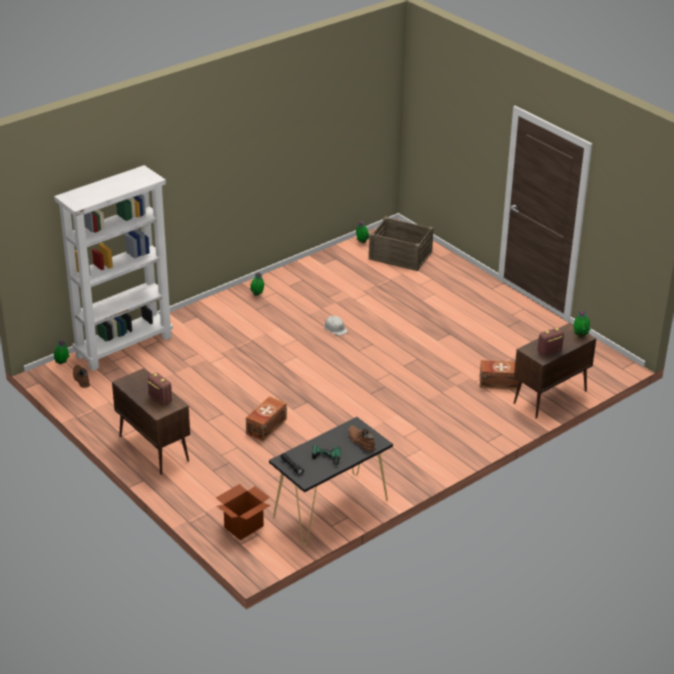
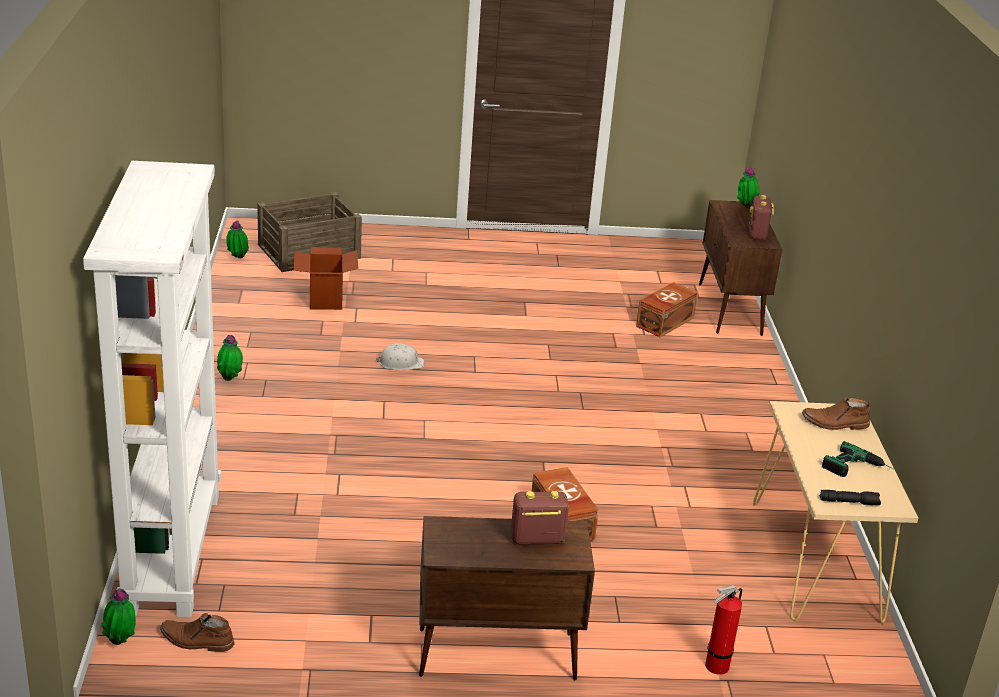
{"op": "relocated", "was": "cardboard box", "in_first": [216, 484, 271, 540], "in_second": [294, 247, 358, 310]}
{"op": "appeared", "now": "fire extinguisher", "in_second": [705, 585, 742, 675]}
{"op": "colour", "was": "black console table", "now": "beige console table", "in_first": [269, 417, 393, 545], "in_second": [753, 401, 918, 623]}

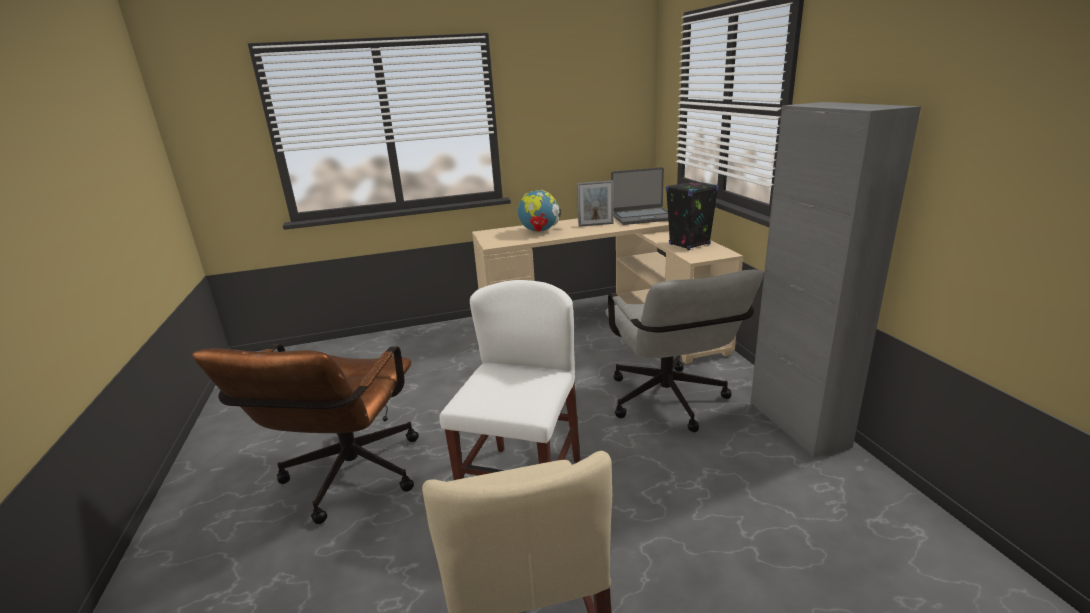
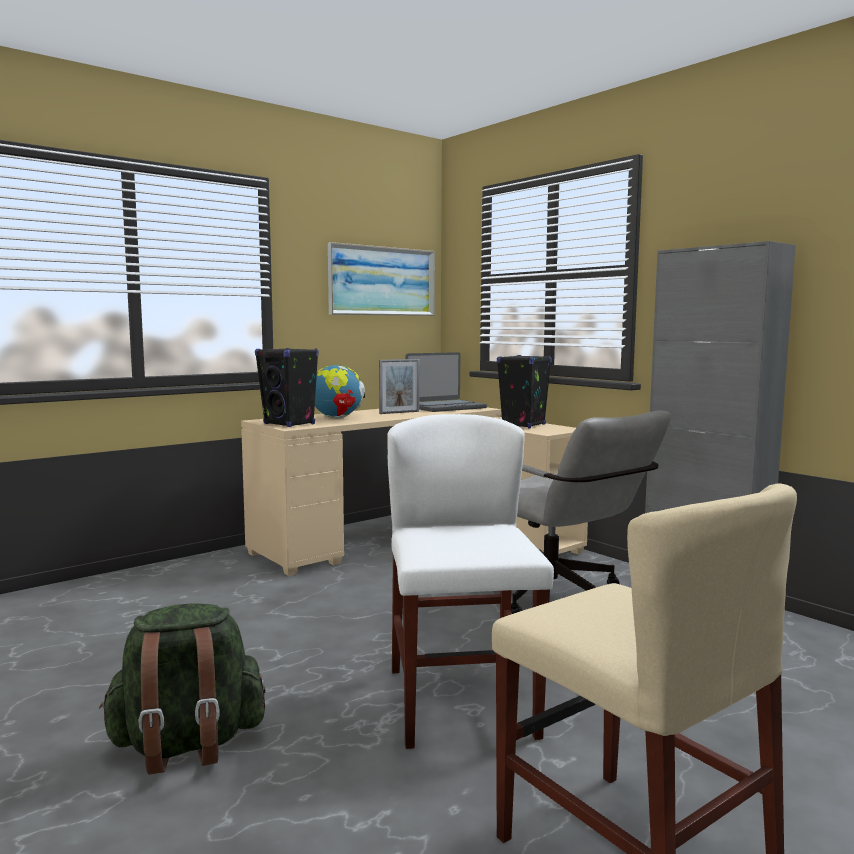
{"op": "exchanged", "was": "brown office chair", "now": "green backpack", "in_first": [192, 344, 419, 524], "in_second": [99, 603, 266, 775]}
{"op": "appeared", "now": "black speaker", "in_second": [255, 348, 319, 427]}
{"op": "appeared", "now": "picture", "in_second": [328, 242, 435, 316]}

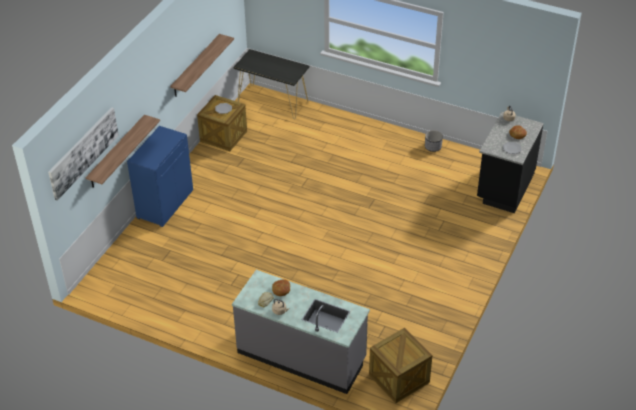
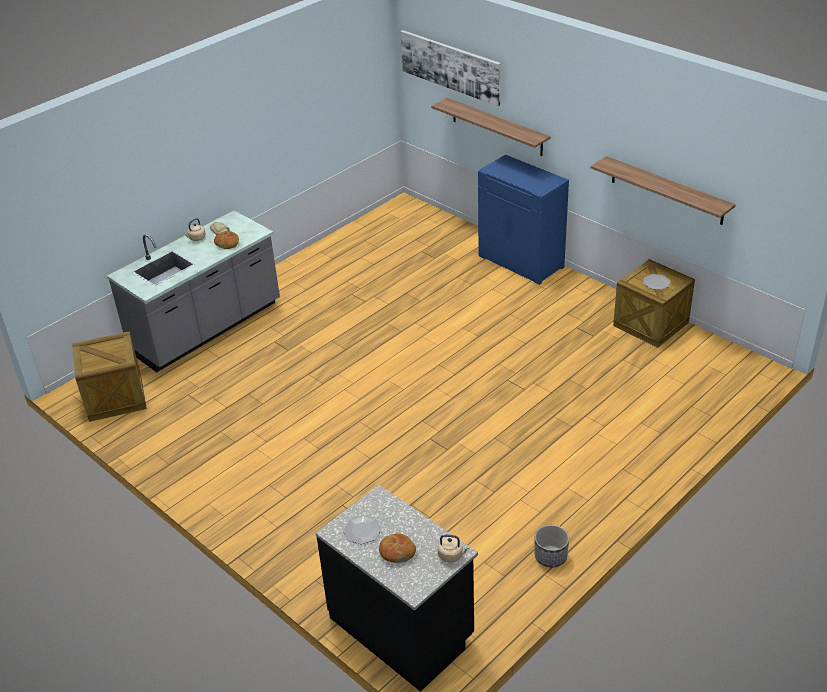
{"op": "missing", "was": "black console table", "in_first": [233, 49, 309, 119]}

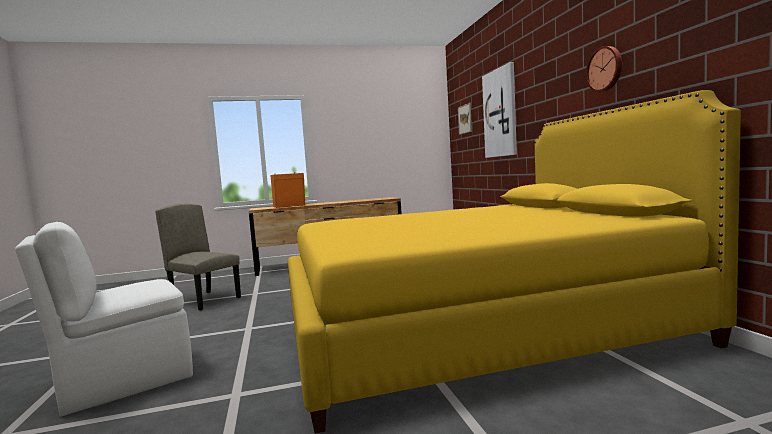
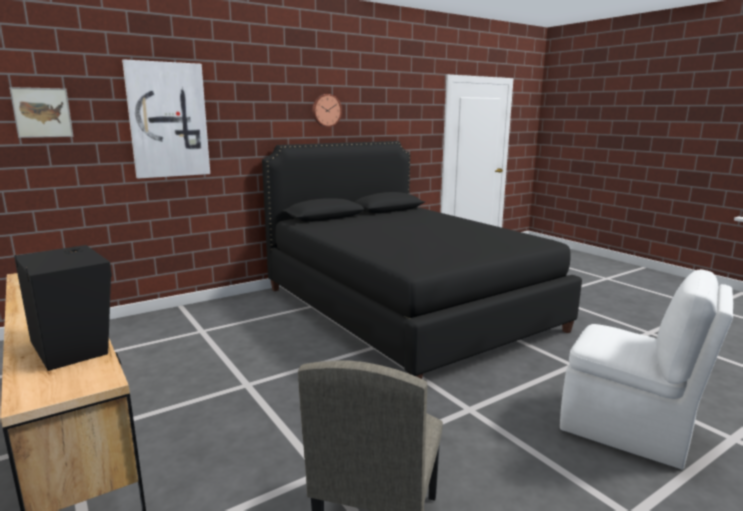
{"op": "colour", "was": "orange speaker", "now": "black speaker", "in_first": [270, 172, 305, 208], "in_second": [14, 245, 112, 371]}
{"op": "colour", "was": "yellow bed", "now": "black bed", "in_first": [288, 90, 741, 434], "in_second": [262, 141, 582, 379]}

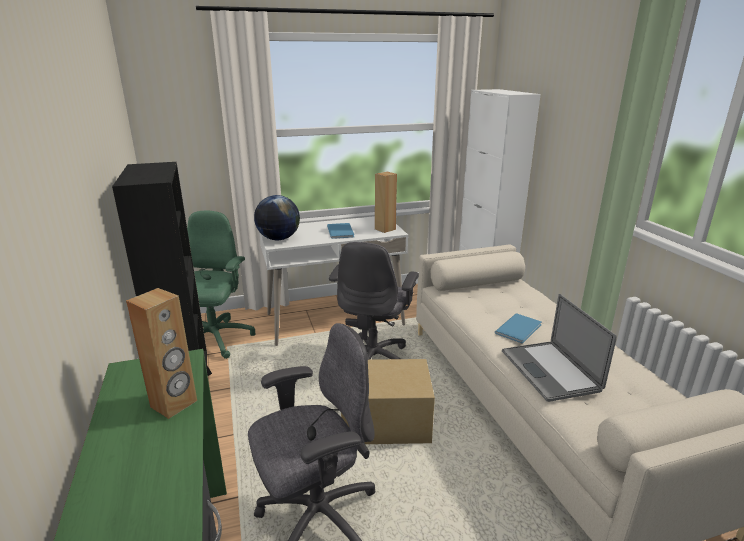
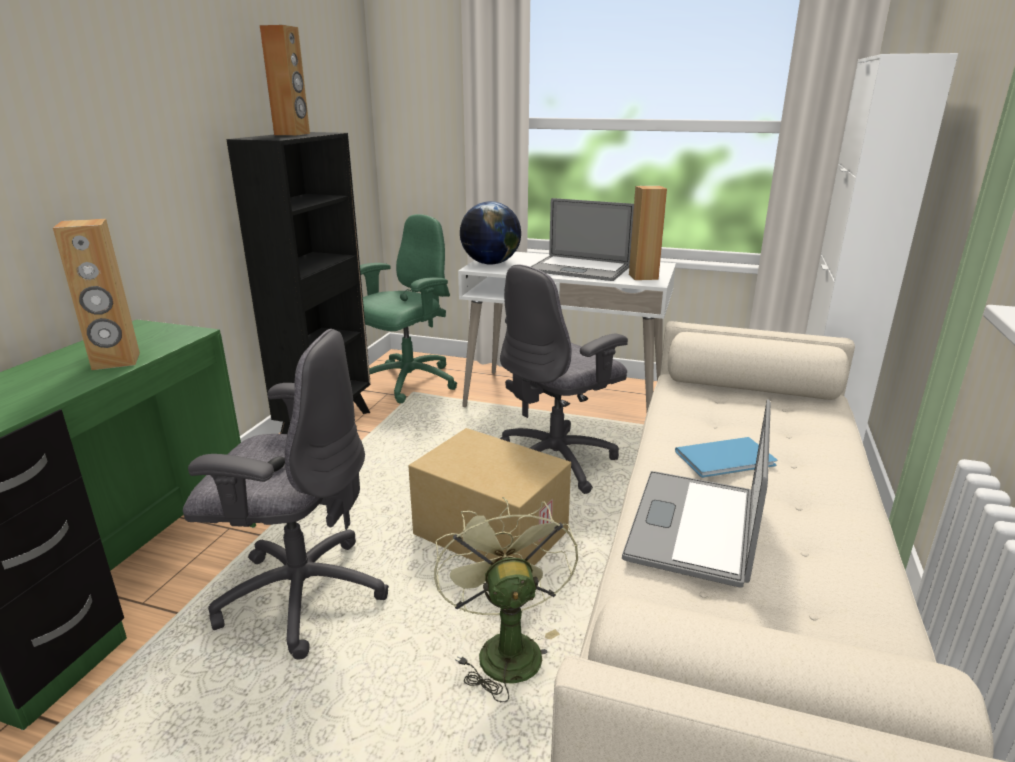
{"op": "appeared", "now": "brown speaker", "in_second": [260, 25, 310, 136]}
{"op": "appeared", "now": "green fan", "in_second": [434, 497, 578, 702]}
{"op": "exchanged", "was": "blue book", "now": "laptop", "in_first": [327, 223, 355, 239], "in_second": [531, 198, 634, 281]}

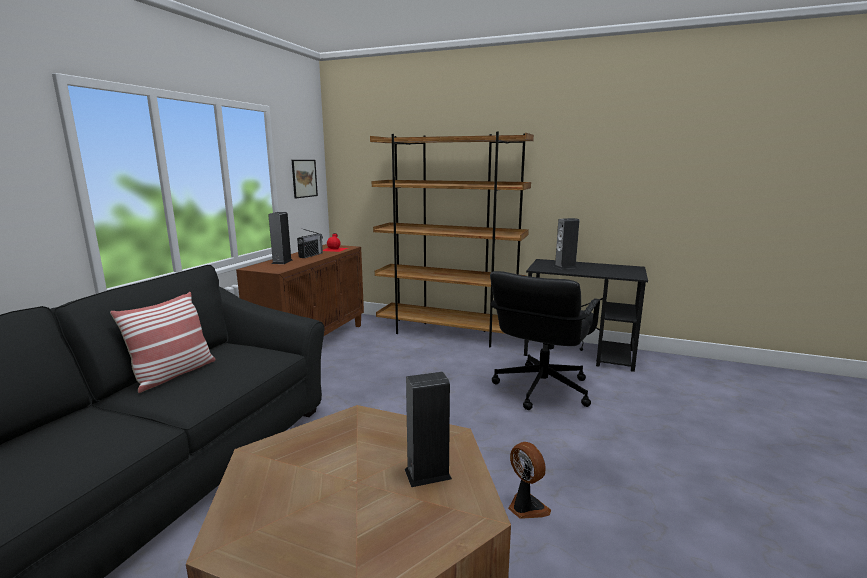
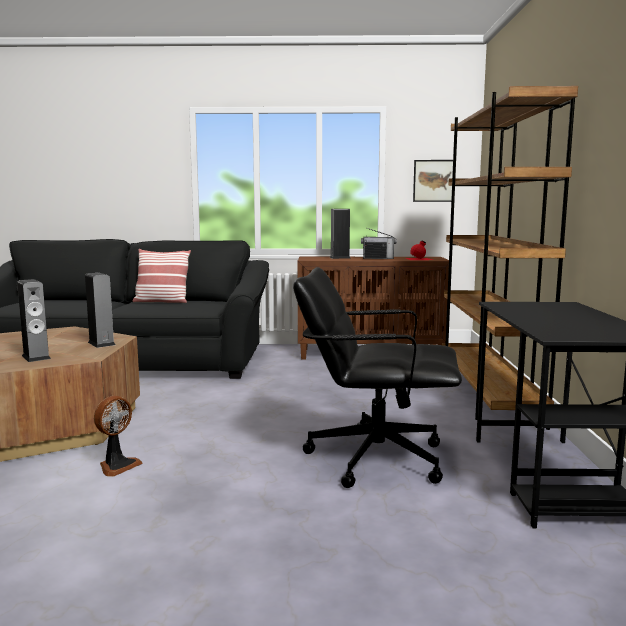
{"op": "relocated", "was": "speaker", "in_first": [554, 218, 579, 269], "in_second": [85, 273, 116, 348]}

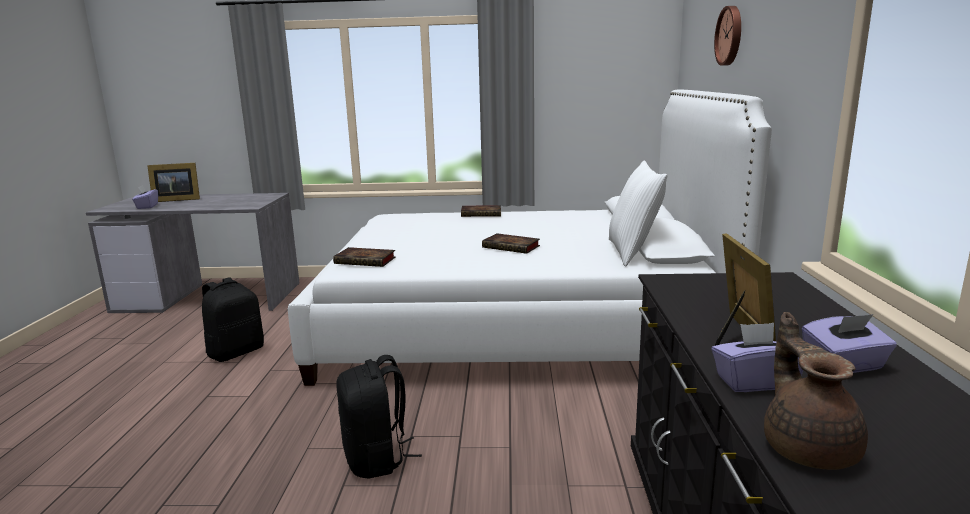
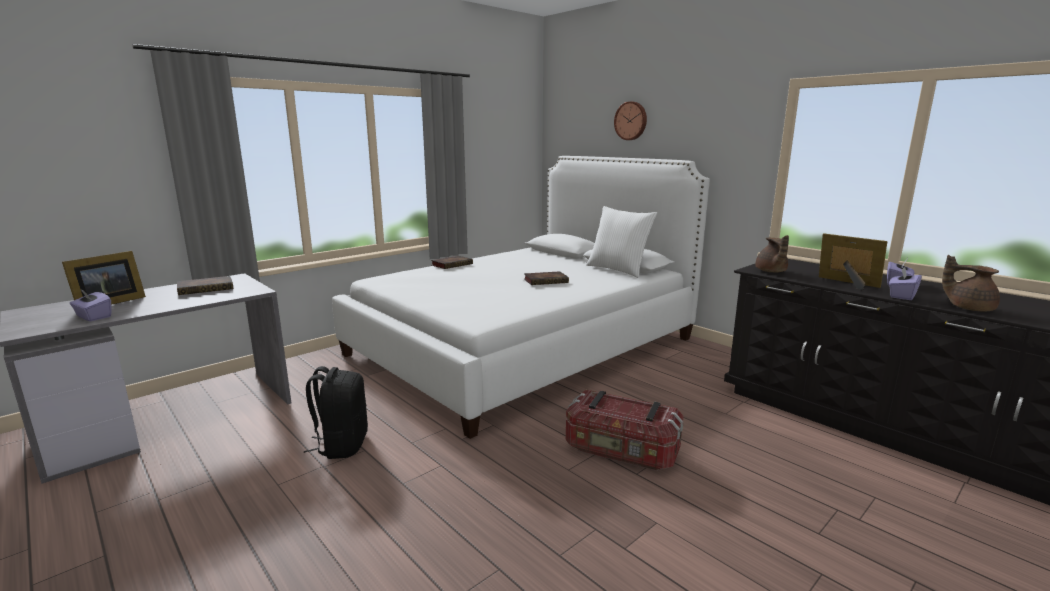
{"op": "relocated", "was": "book", "in_first": [333, 247, 395, 267], "in_second": [177, 276, 234, 295]}
{"op": "exchanged", "was": "black backpack", "now": "storage box", "in_first": [336, 355, 422, 478], "in_second": [566, 390, 683, 471]}
{"op": "appeared", "now": "brown teapot", "in_second": [755, 235, 789, 272]}

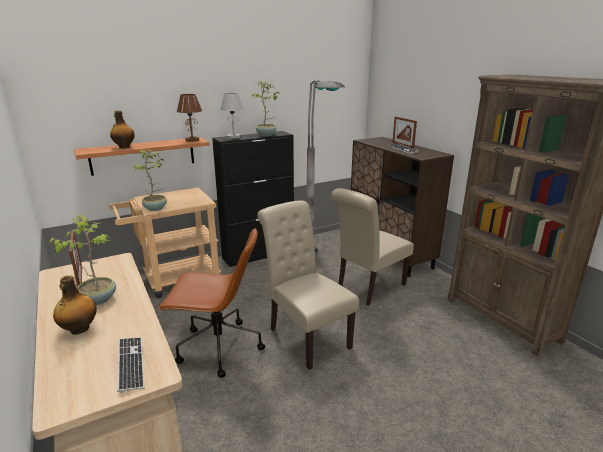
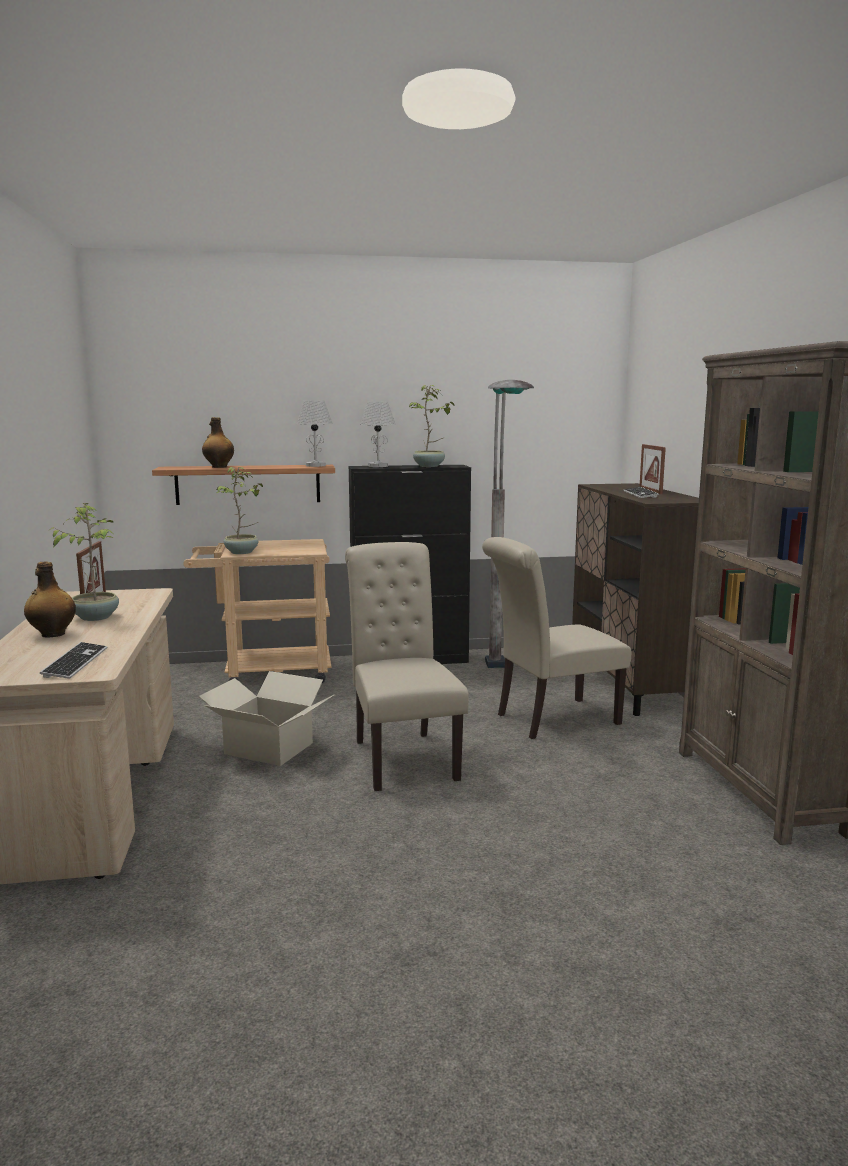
{"op": "exchanged", "was": "brown office chair", "now": "cardboard box", "in_first": [158, 228, 265, 378], "in_second": [199, 671, 334, 766]}
{"op": "colour", "was": "brown table lamp", "now": "white table lamp", "in_first": [177, 94, 202, 142], "in_second": [297, 400, 333, 467]}

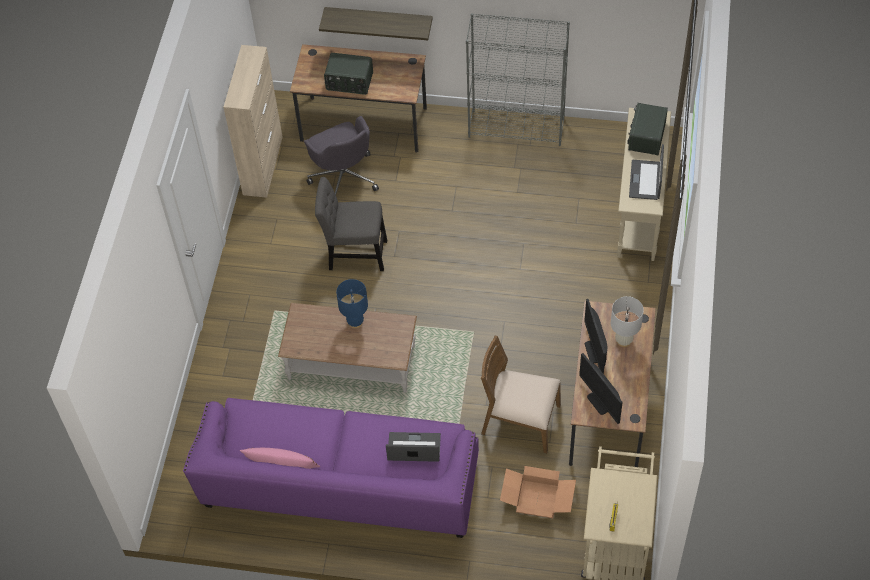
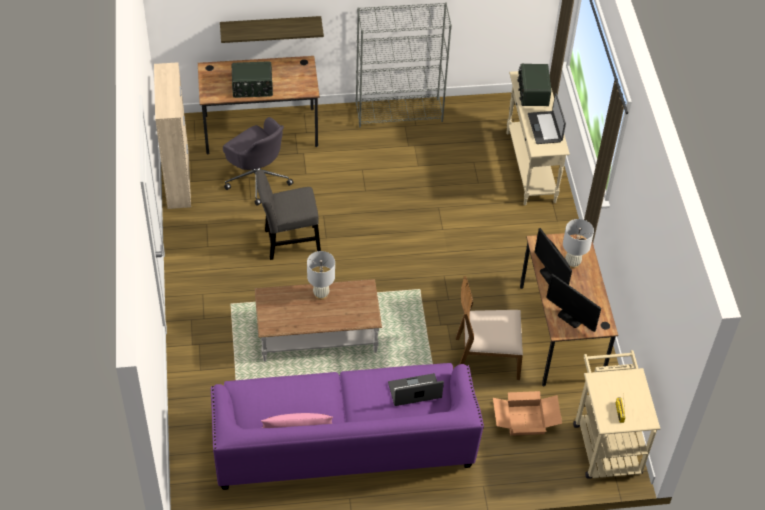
{"op": "colour", "was": "blue table lamp", "now": "white table lamp", "in_first": [336, 279, 368, 328], "in_second": [307, 251, 335, 300]}

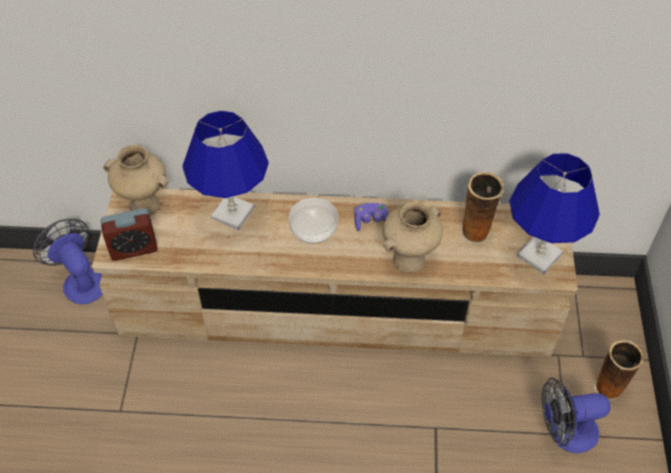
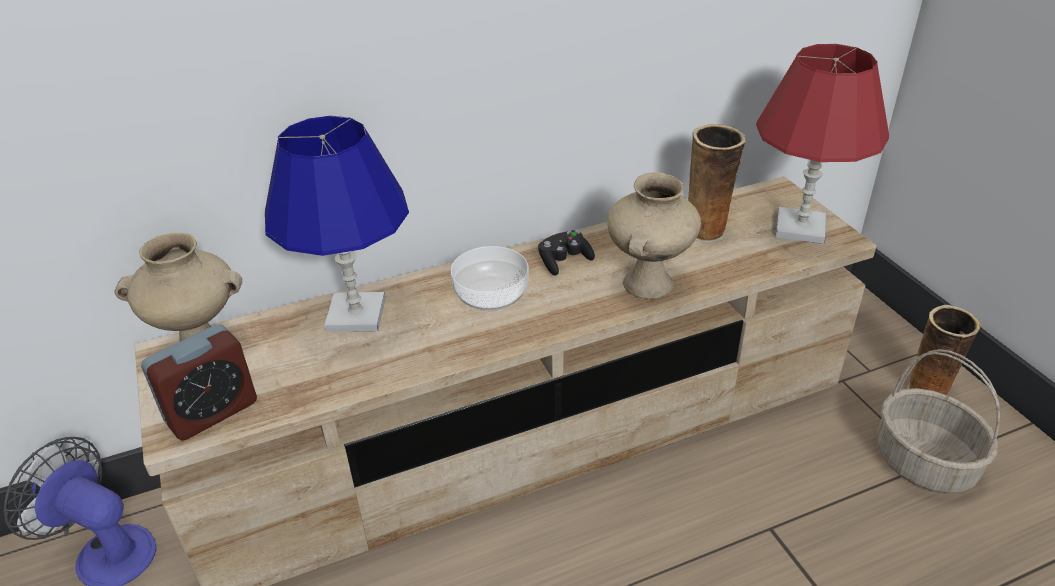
{"op": "colour", "was": "purple game controller", "now": "black game controller", "in_first": [354, 203, 389, 231], "in_second": [538, 230, 595, 276]}
{"op": "colour", "was": "blue table lamp", "now": "red table lamp", "in_first": [509, 153, 600, 274], "in_second": [756, 44, 889, 244]}
{"op": "exchanged", "was": "fan", "now": "basket", "in_first": [542, 377, 611, 453], "in_second": [877, 349, 1000, 494]}

